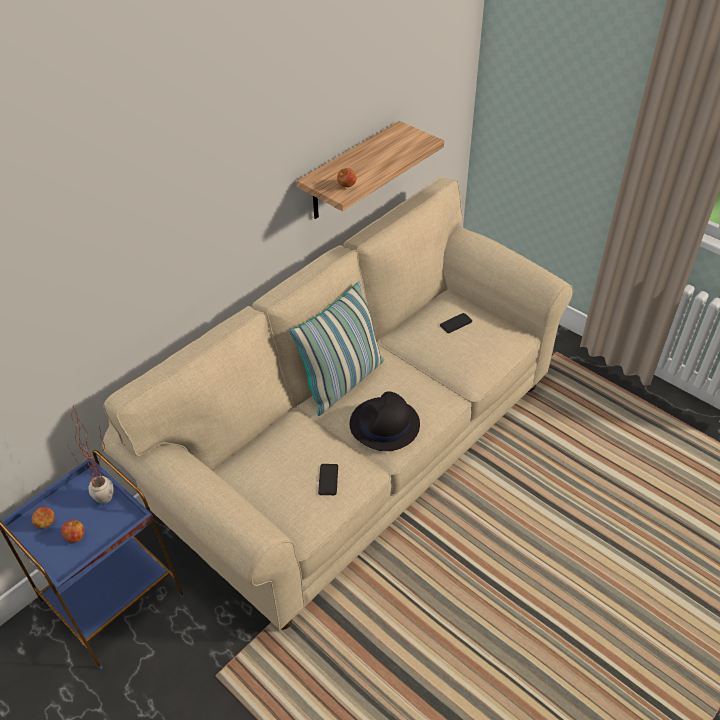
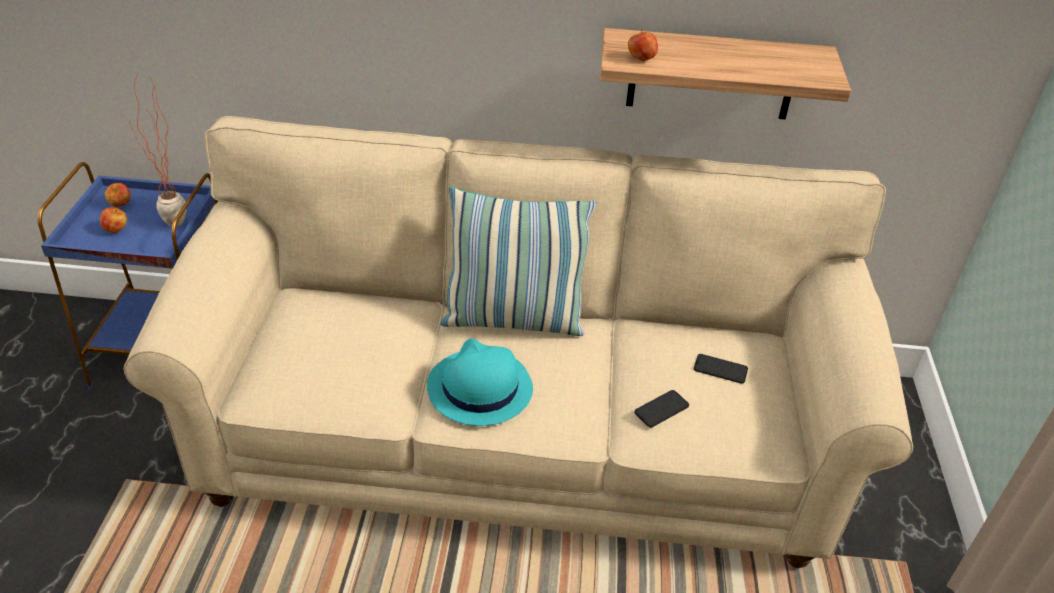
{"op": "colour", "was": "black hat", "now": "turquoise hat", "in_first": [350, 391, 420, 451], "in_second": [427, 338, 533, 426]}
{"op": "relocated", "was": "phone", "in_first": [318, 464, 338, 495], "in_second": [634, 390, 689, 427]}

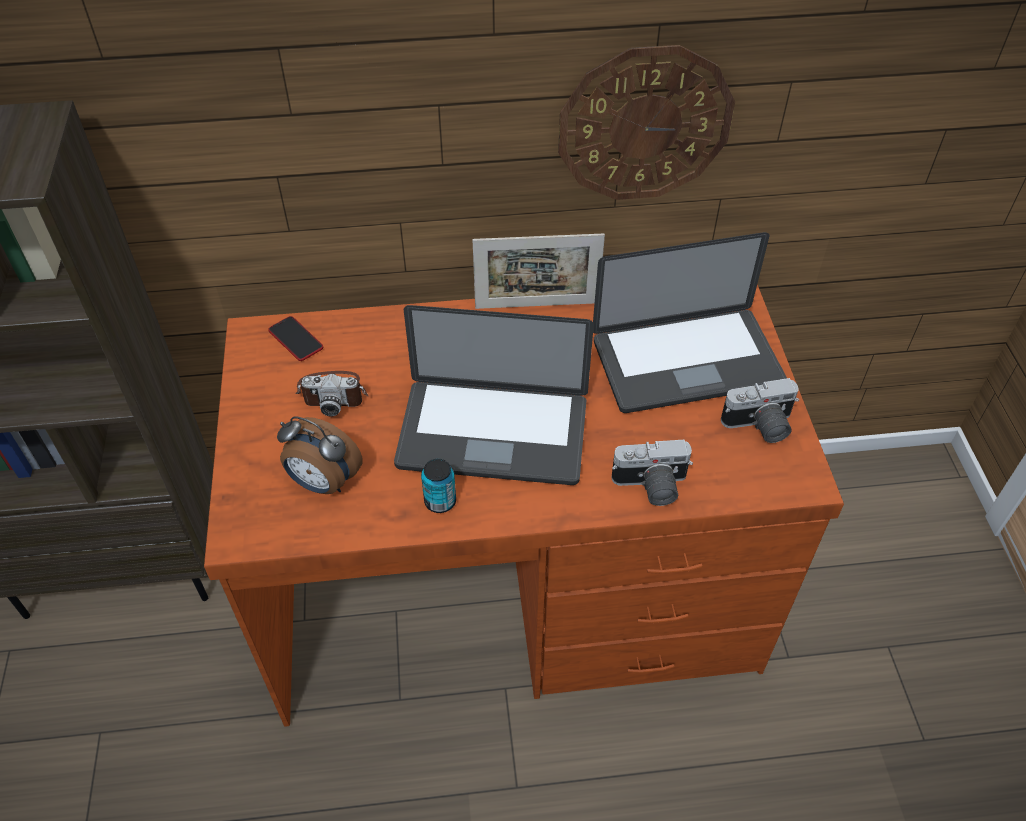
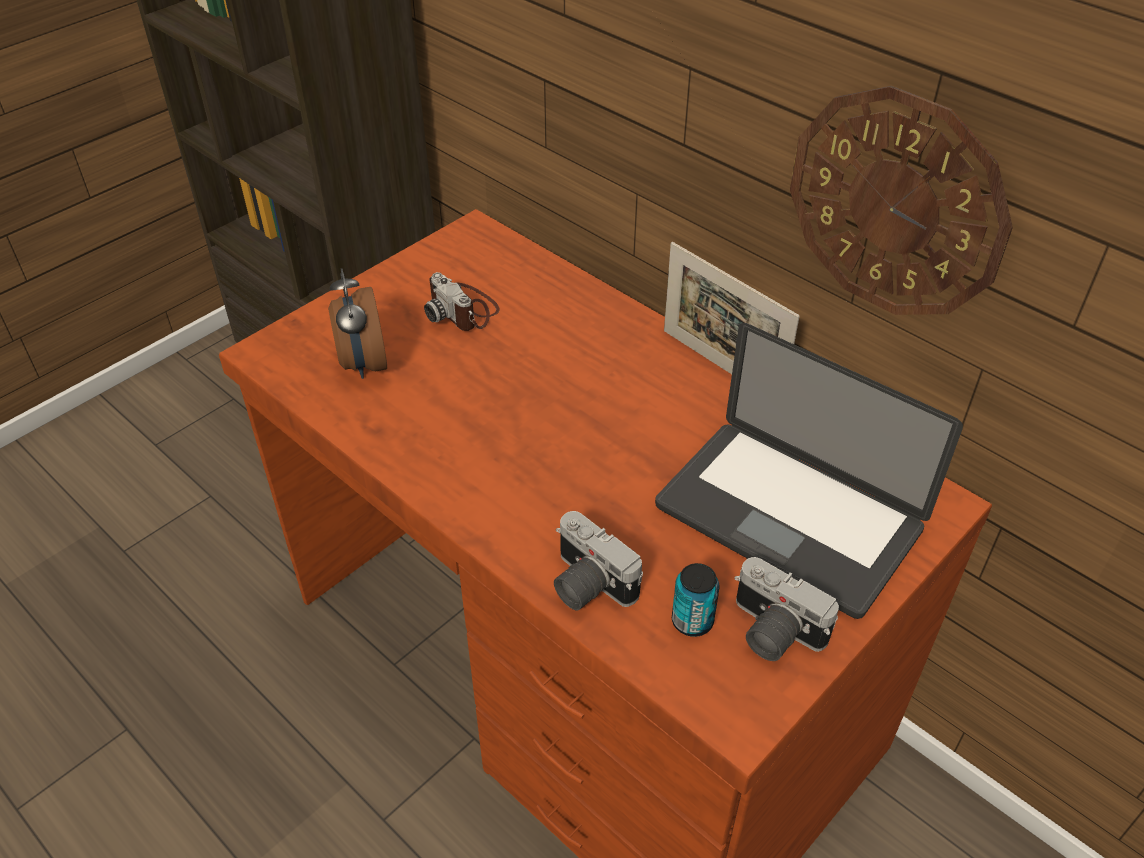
{"op": "relocated", "was": "can", "in_first": [421, 459, 456, 513], "in_second": [672, 563, 720, 637]}
{"op": "missing", "was": "phone", "in_first": [268, 316, 323, 361]}
{"op": "missing", "was": "laptop", "in_first": [394, 305, 594, 485]}

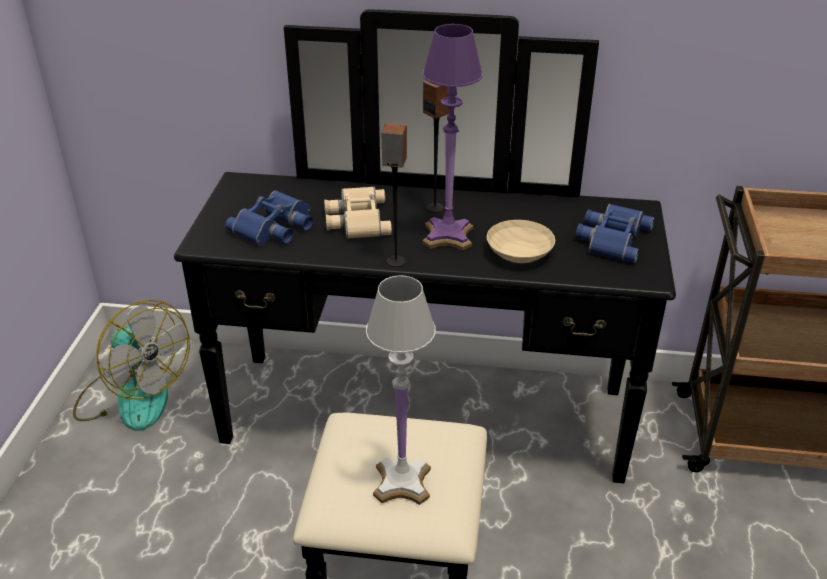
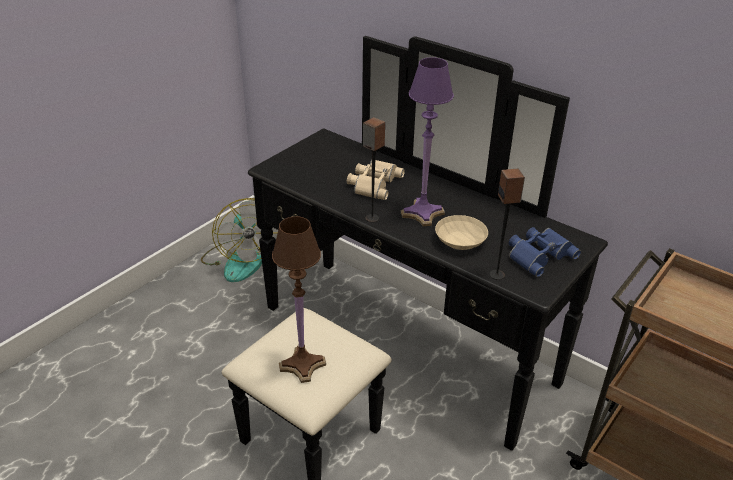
{"op": "colour", "was": "white table lamp", "now": "brown table lamp", "in_first": [366, 275, 436, 505], "in_second": [272, 216, 326, 383]}
{"op": "relocated", "was": "speaker", "in_first": [423, 81, 449, 213], "in_second": [489, 169, 525, 280]}
{"op": "missing", "was": "blue binoculars", "in_first": [225, 190, 313, 246]}

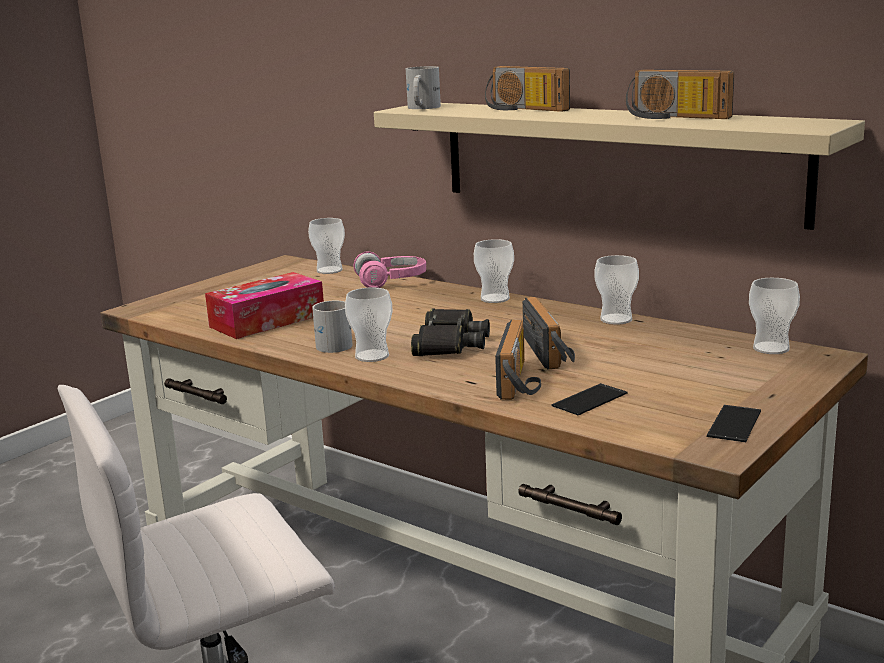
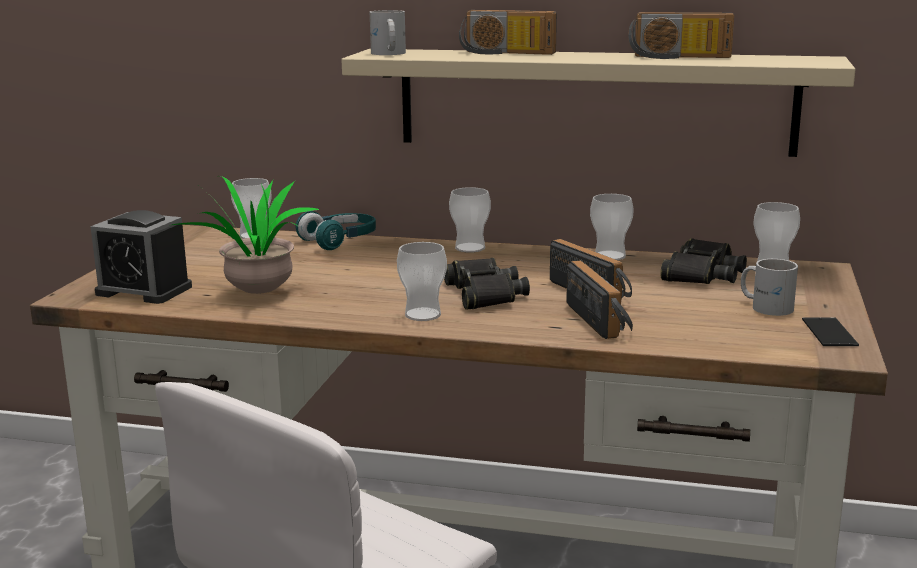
{"op": "appeared", "now": "alarm clock", "in_second": [90, 210, 192, 304]}
{"op": "exchanged", "was": "tissue box", "now": "potted plant", "in_first": [205, 272, 324, 339], "in_second": [169, 176, 319, 294]}
{"op": "colour", "was": "pink headphones", "now": "turquoise headphones", "in_first": [354, 251, 426, 288], "in_second": [296, 211, 376, 250]}
{"op": "appeared", "now": "black binoculars", "in_second": [660, 238, 747, 284]}
{"op": "relocated", "was": "white mug", "in_first": [312, 301, 353, 353], "in_second": [741, 259, 798, 316]}
{"op": "missing", "was": "phone", "in_first": [551, 383, 628, 415]}

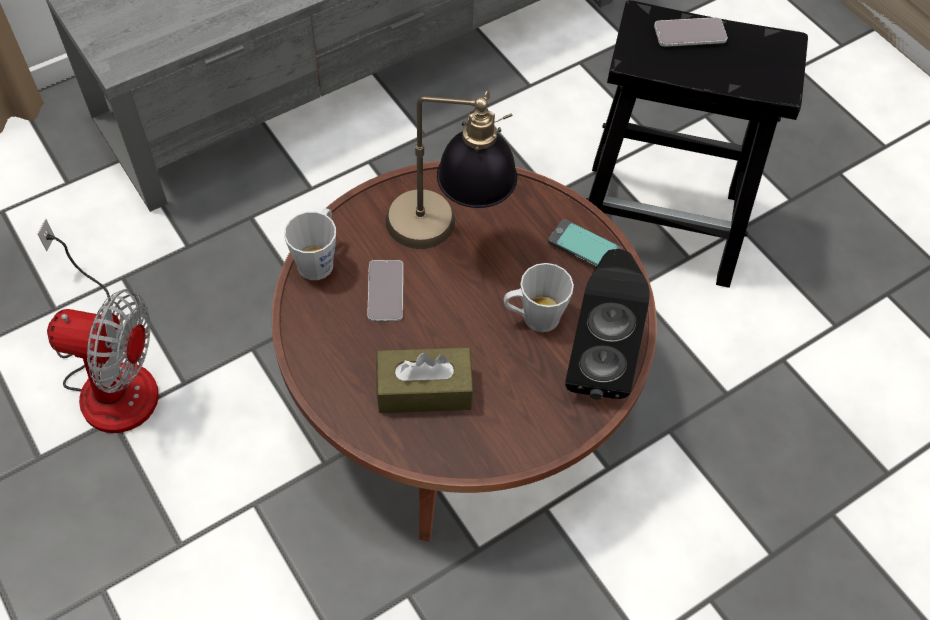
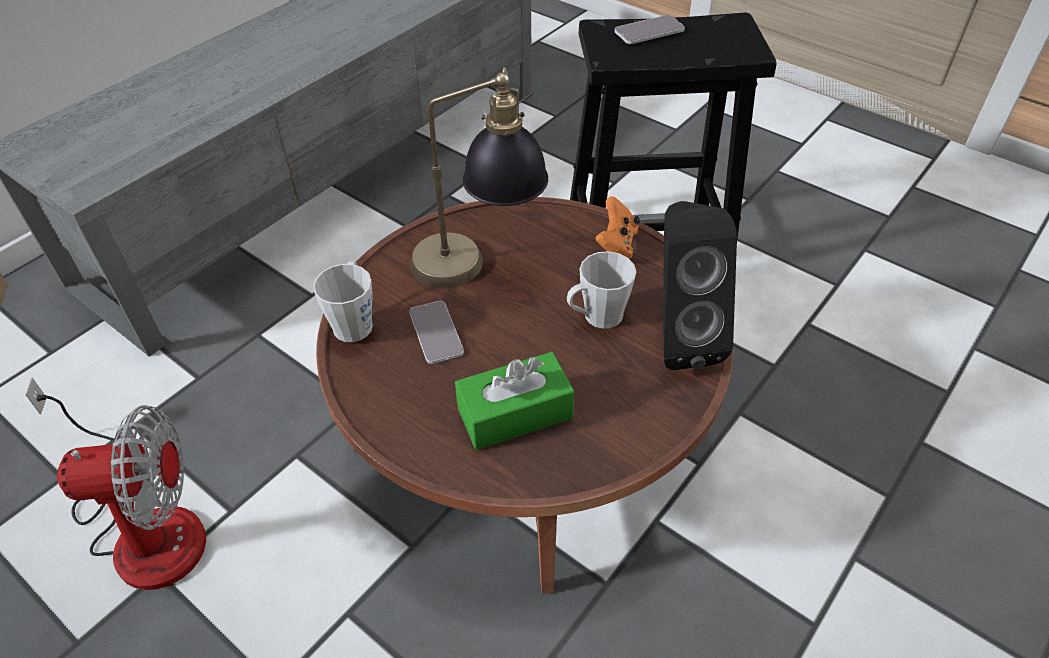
{"op": "colour", "was": "brown tissue box", "now": "green tissue box", "in_first": [376, 347, 473, 413], "in_second": [455, 352, 574, 450]}
{"op": "exchanged", "was": "phone", "now": "orange game controller", "in_first": [548, 219, 623, 267], "in_second": [595, 196, 640, 258]}

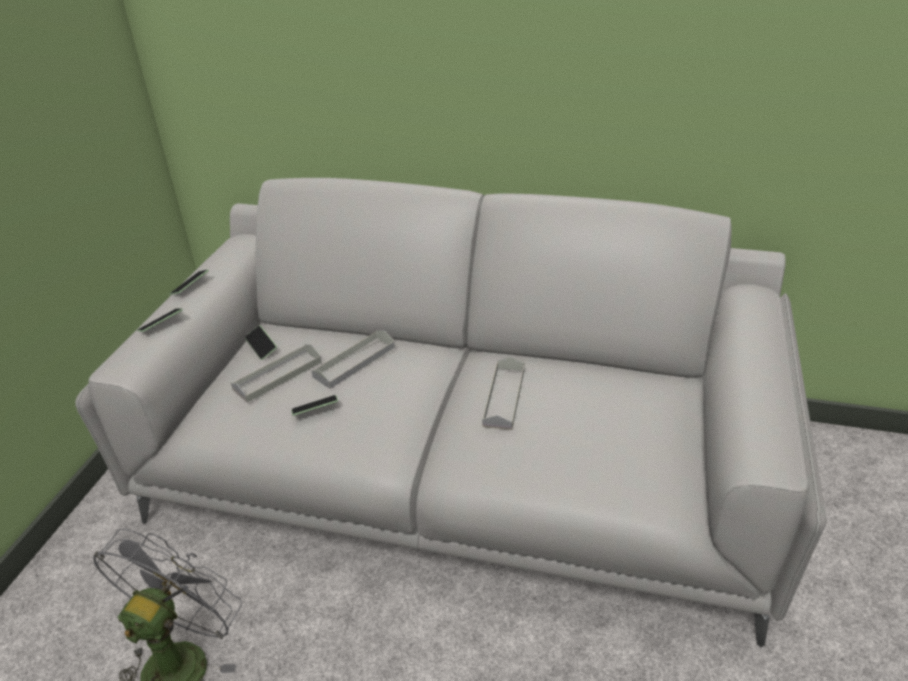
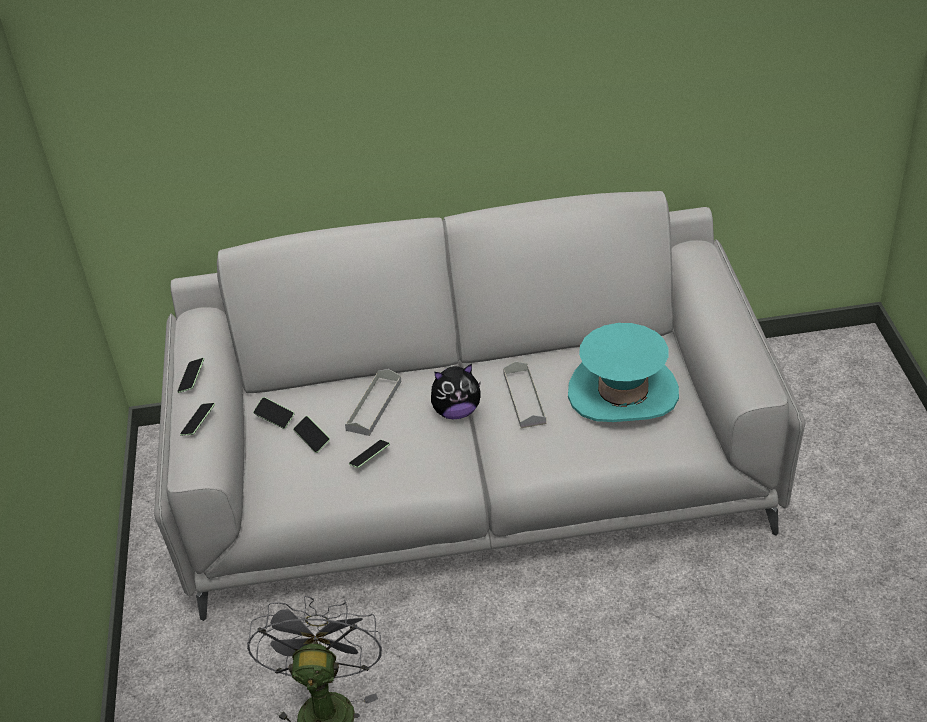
{"op": "exchanged", "was": "grey tray", "now": "phone", "in_first": [231, 344, 322, 403], "in_second": [293, 416, 330, 453]}
{"op": "appeared", "now": "plush toy", "in_second": [431, 364, 481, 419]}
{"op": "appeared", "now": "turquoise hat", "in_second": [568, 323, 679, 422]}

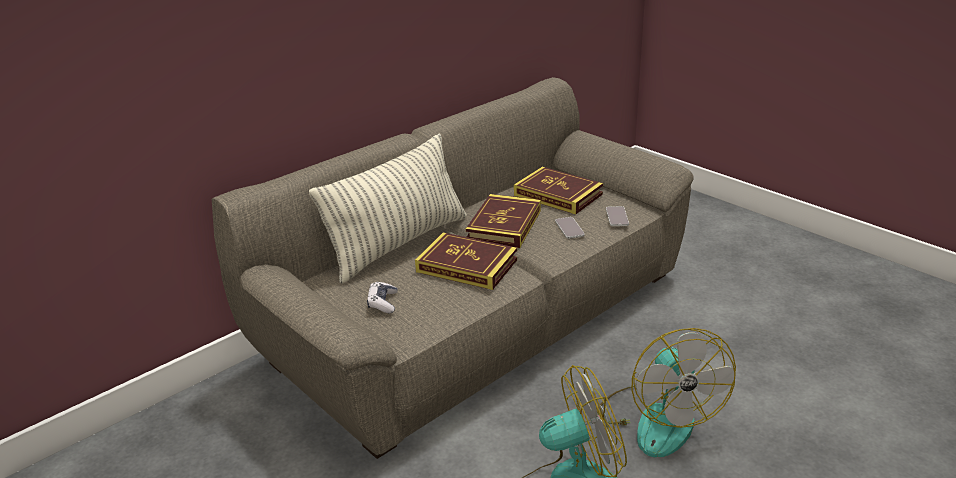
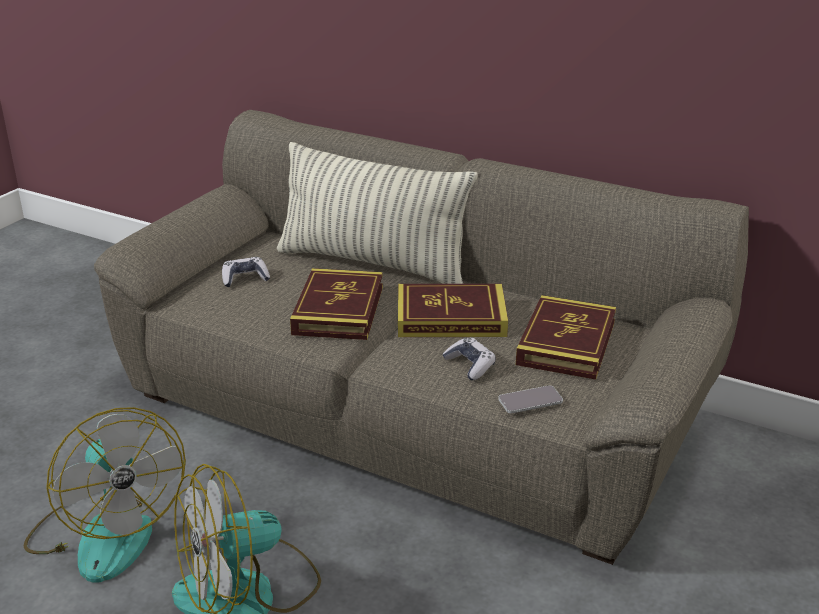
{"op": "exchanged", "was": "phone", "now": "game controller", "in_first": [555, 217, 585, 239], "in_second": [442, 337, 496, 380]}

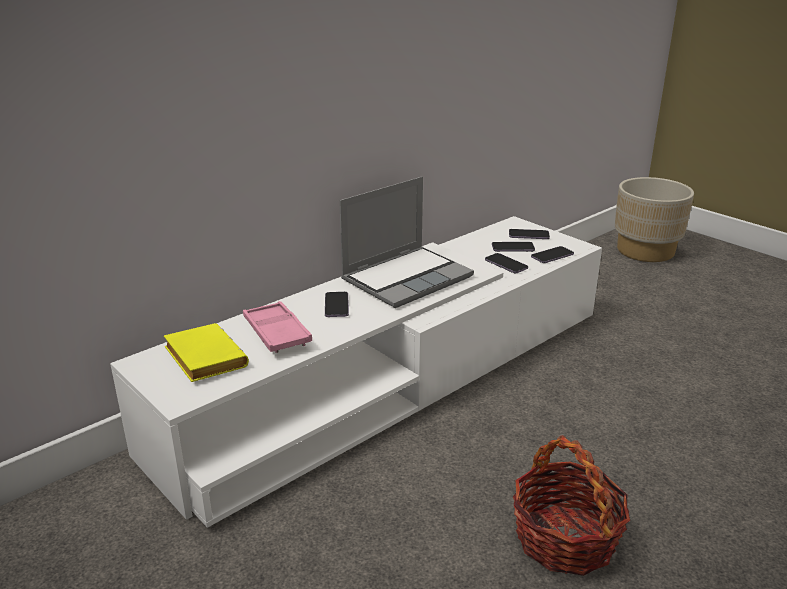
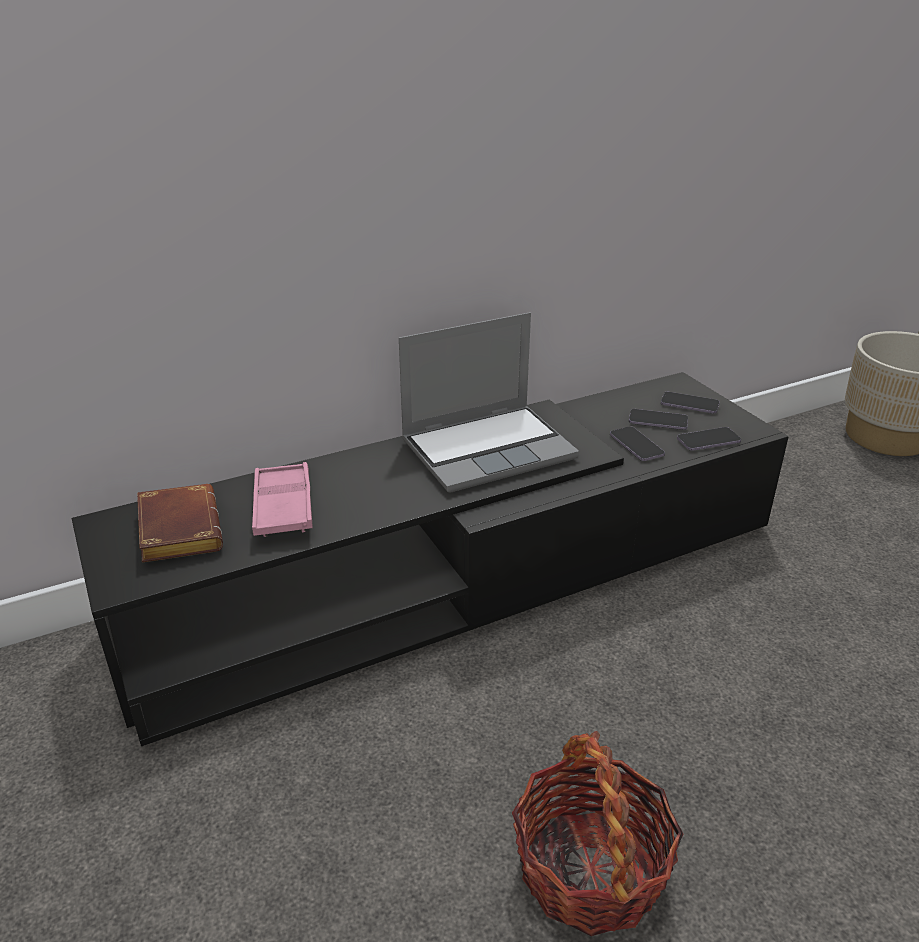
{"op": "colour", "was": "white tv stand", "now": "black tv stand", "in_first": [110, 216, 602, 528], "in_second": [71, 372, 789, 746]}
{"op": "colour", "was": "yellow book", "now": "brown book", "in_first": [164, 323, 249, 382], "in_second": [137, 484, 223, 563]}
{"op": "missing", "was": "phone", "in_first": [325, 292, 349, 317]}

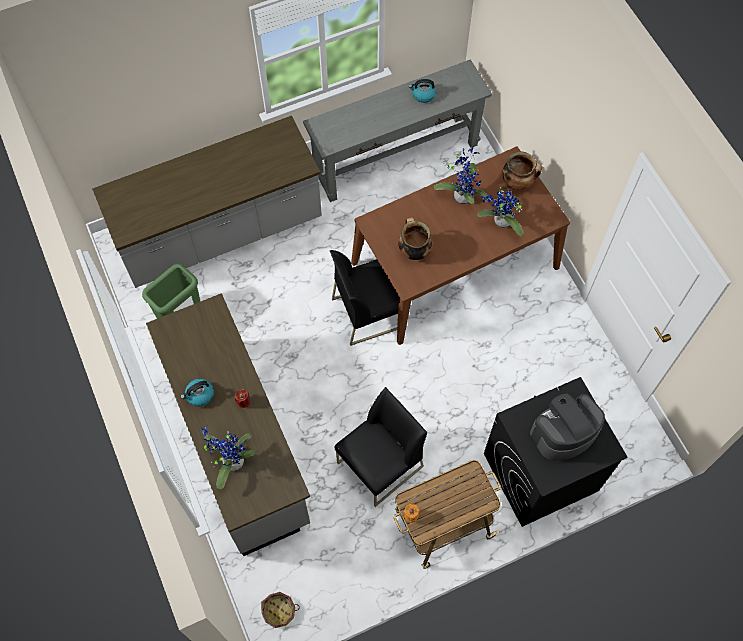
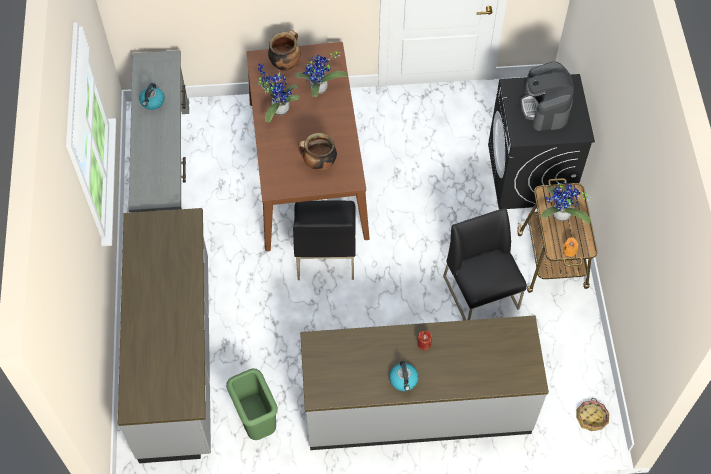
{"op": "relocated", "was": "potted plant", "in_first": [201, 425, 255, 489], "in_second": [541, 183, 591, 223]}

